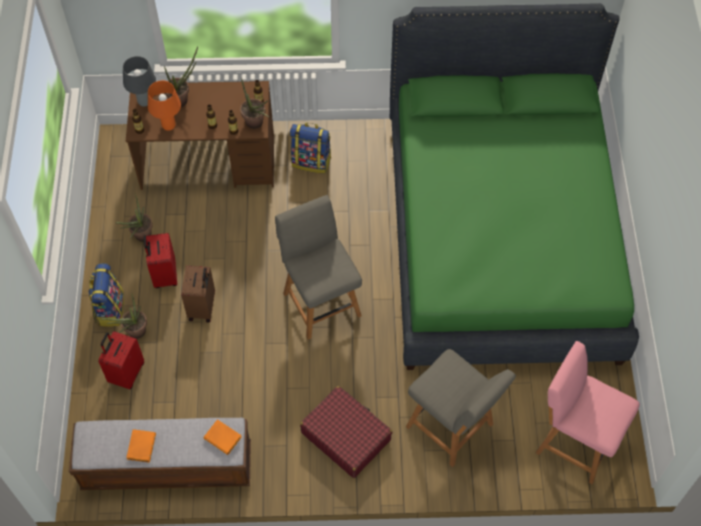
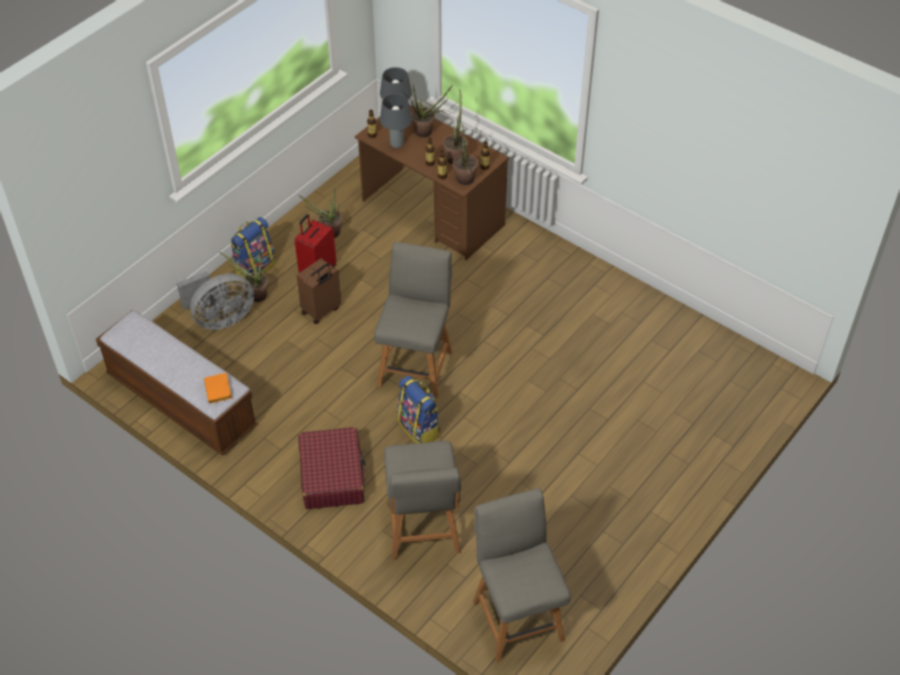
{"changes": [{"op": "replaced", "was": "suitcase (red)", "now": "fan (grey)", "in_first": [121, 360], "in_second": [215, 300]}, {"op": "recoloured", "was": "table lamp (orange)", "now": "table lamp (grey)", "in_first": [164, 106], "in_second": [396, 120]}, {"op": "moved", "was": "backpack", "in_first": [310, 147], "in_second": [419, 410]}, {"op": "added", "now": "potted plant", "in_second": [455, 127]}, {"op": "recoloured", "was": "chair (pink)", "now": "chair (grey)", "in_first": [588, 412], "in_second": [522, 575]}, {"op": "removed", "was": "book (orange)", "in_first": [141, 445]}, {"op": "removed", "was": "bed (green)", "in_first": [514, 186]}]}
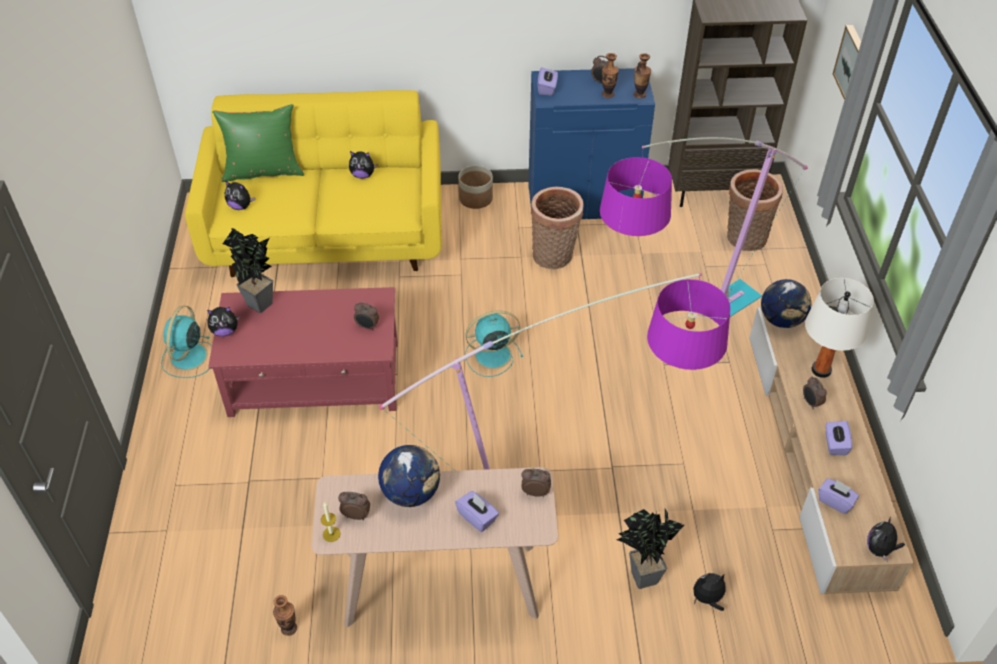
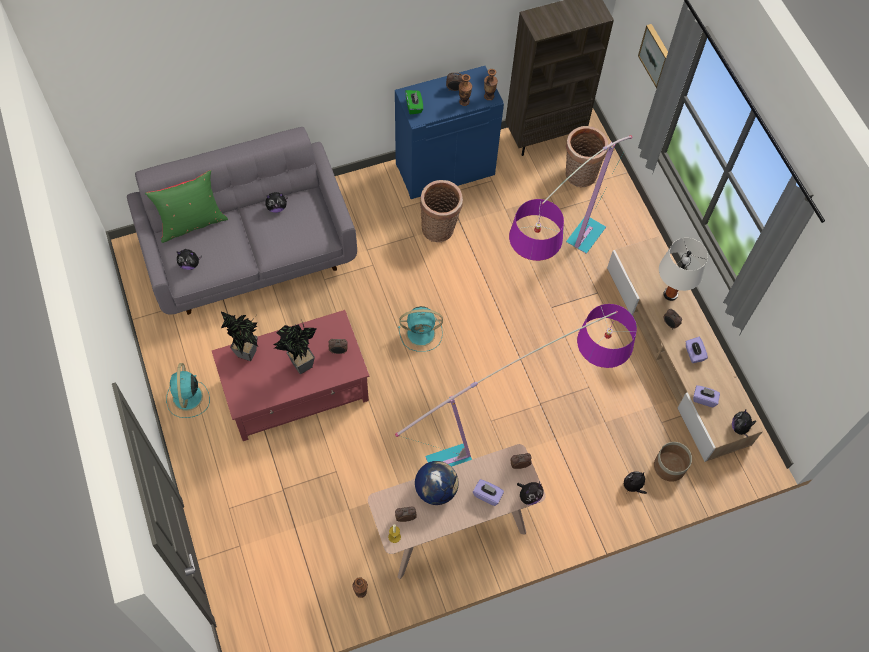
{"changes": [{"op": "recoloured", "was": "sofa (yellow)", "now": "sofa (grey)", "in_first": [313, 183], "in_second": [242, 221]}, {"op": "moved", "was": "potted plant", "in_first": [650, 549], "in_second": [295, 346]}, {"op": "turned", "was": "fan (turquoise)", "in_first": [494, 344], "in_second": [420, 329], "clockwise": -150}, {"op": "recoloured", "was": "tissue box (purple)", "now": "tissue box (green)", "in_first": [548, 81], "in_second": [414, 102]}, {"op": "moved", "was": "plush toy", "in_first": [223, 322], "in_second": [530, 493]}, {"op": "moved", "was": "planter", "in_first": [475, 187], "in_second": [673, 462]}, {"op": "removed", "was": "globe", "in_first": [786, 303]}]}
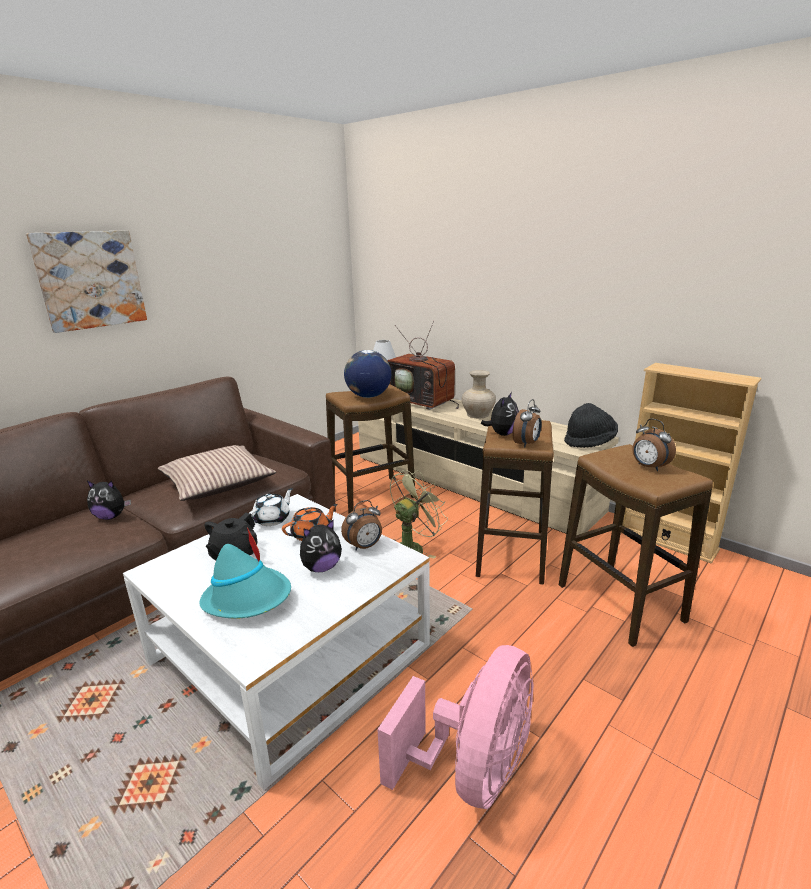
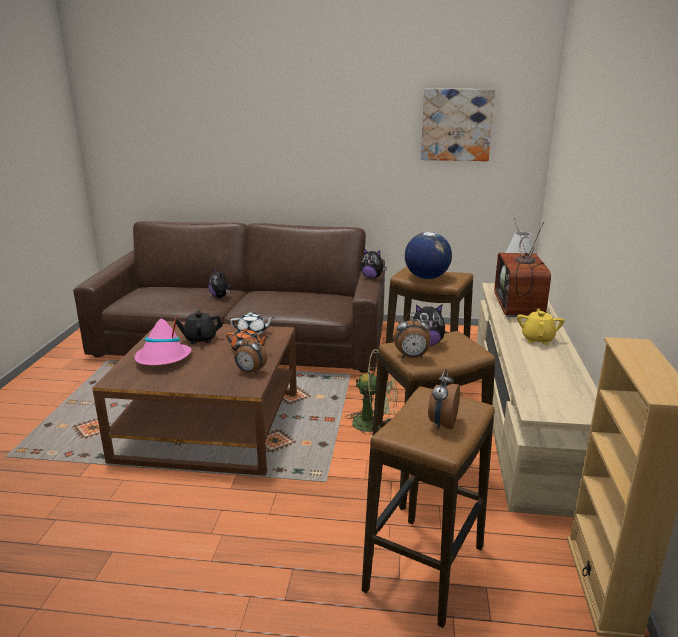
{"changes": [{"op": "recoloured", "was": "coffee table (white)", "now": "coffee table (brown)", "in_first": [276, 642], "in_second": [194, 398]}, {"op": "recoloured", "was": "hat (turquoise)", "now": "hat (pink)", "in_first": [245, 573], "in_second": [162, 340]}, {"op": "moved", "was": "plush toy", "in_first": [321, 545], "in_second": [373, 263]}, {"op": "moved", "was": "picture", "in_first": [86, 281], "in_second": [458, 125]}, {"op": "replaced", "was": "vase (beige)", "now": "teapot (yellow)", "in_first": [479, 394], "in_second": [540, 327]}, {"op": "removed", "was": "pillow", "in_first": [217, 473]}, {"op": "removed", "was": "fan (pink)", "in_first": [455, 727]}, {"op": "removed", "was": "hat (black)", "in_first": [591, 425]}]}
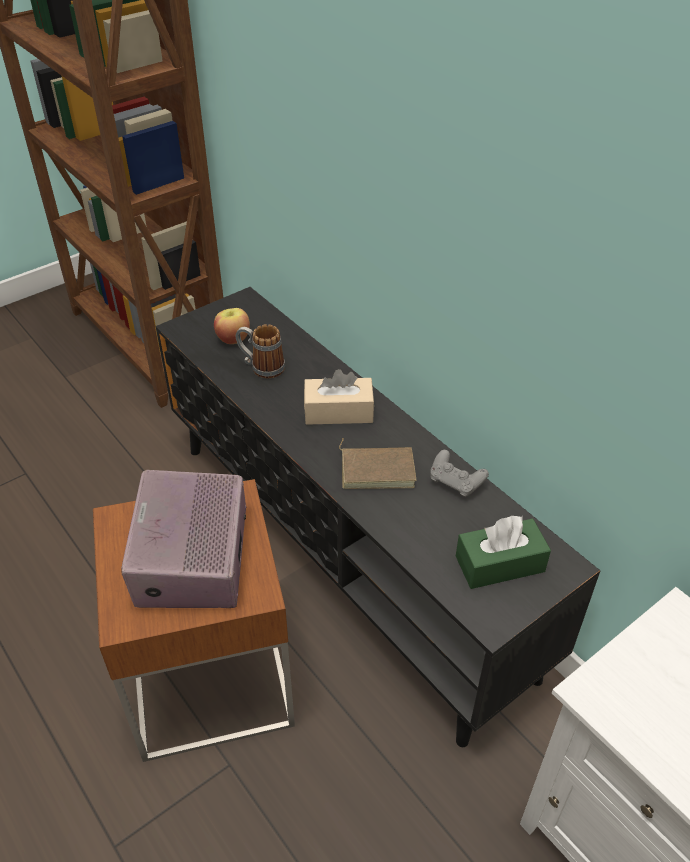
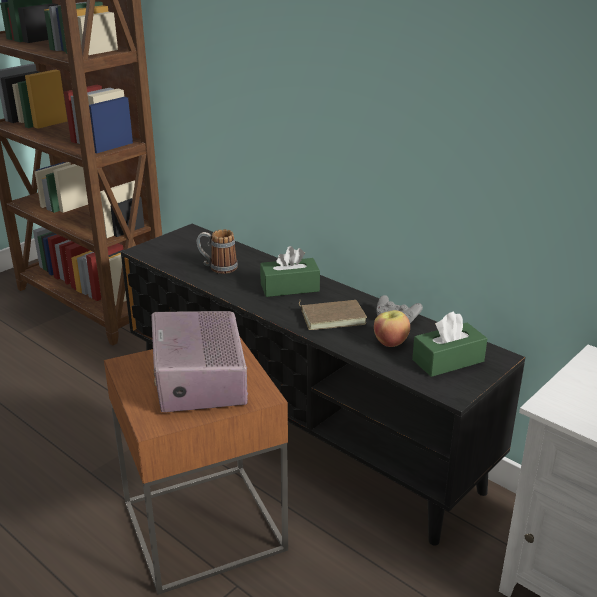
{"changes": [{"op": "recoloured", "was": "tissue box (beige)", "now": "tissue box (green)", "in_first": [339, 397], "in_second": [290, 271]}, {"op": "moved", "was": "apple", "in_first": [232, 326], "in_second": [392, 328]}]}
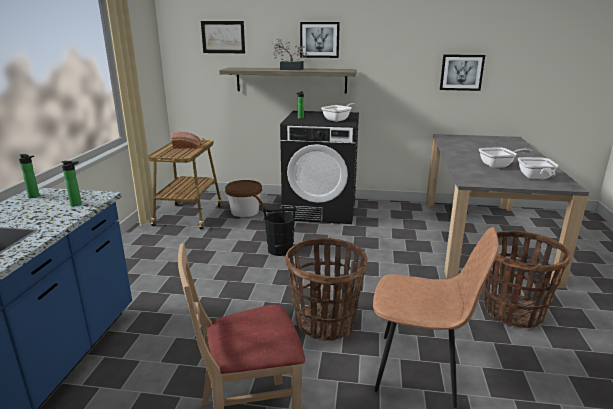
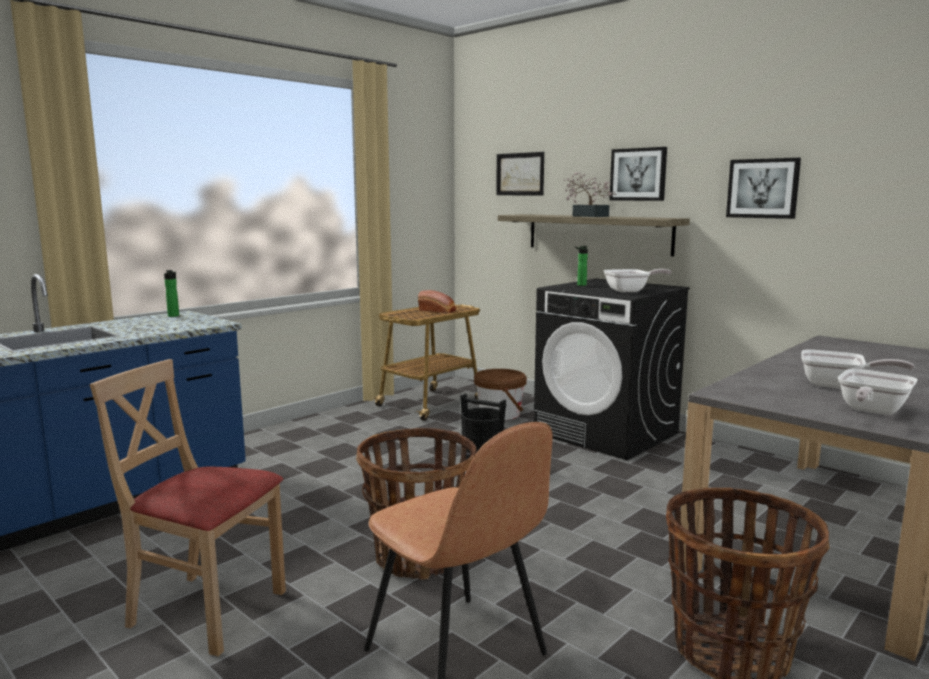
{"changes": [{"op": "moved", "was": "picture", "in_first": [462, 72], "in_second": [763, 188]}, {"op": "removed", "was": "bottle", "in_first": [72, 183]}]}
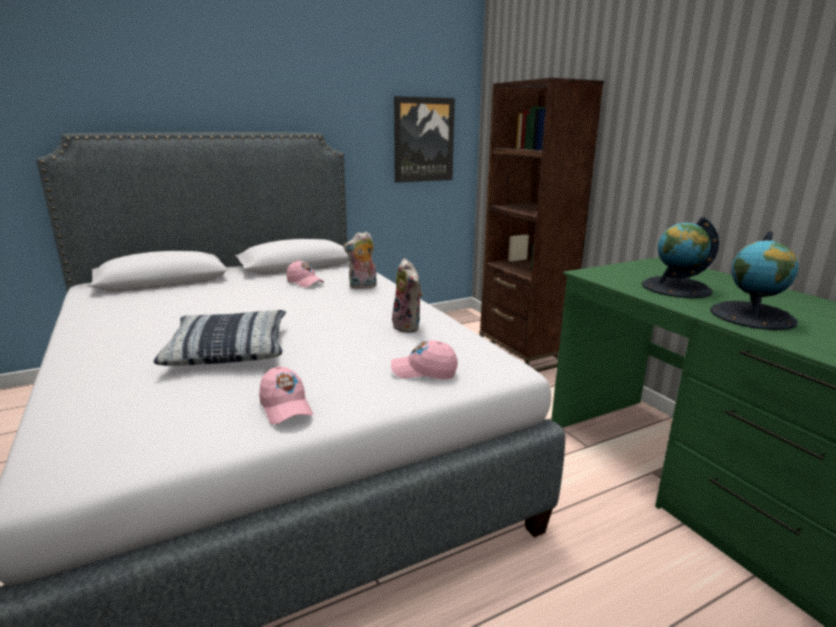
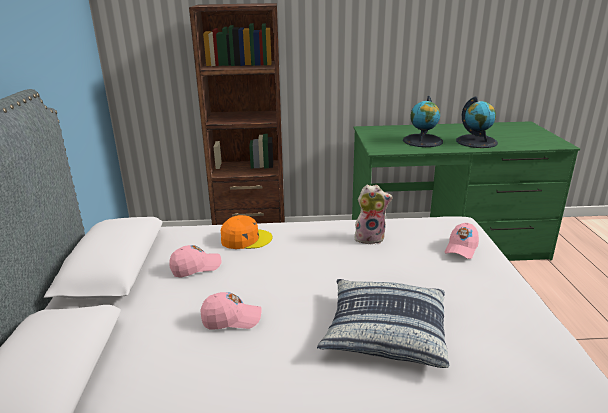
{"changes": [{"op": "moved", "was": "cap (pink)", "in_first": [286, 395], "in_second": [231, 310]}, {"op": "replaced", "was": "plush toy", "now": "cap (orange)", "in_first": [360, 260], "in_second": [247, 232]}, {"op": "removed", "was": "picture", "in_first": [424, 139]}]}
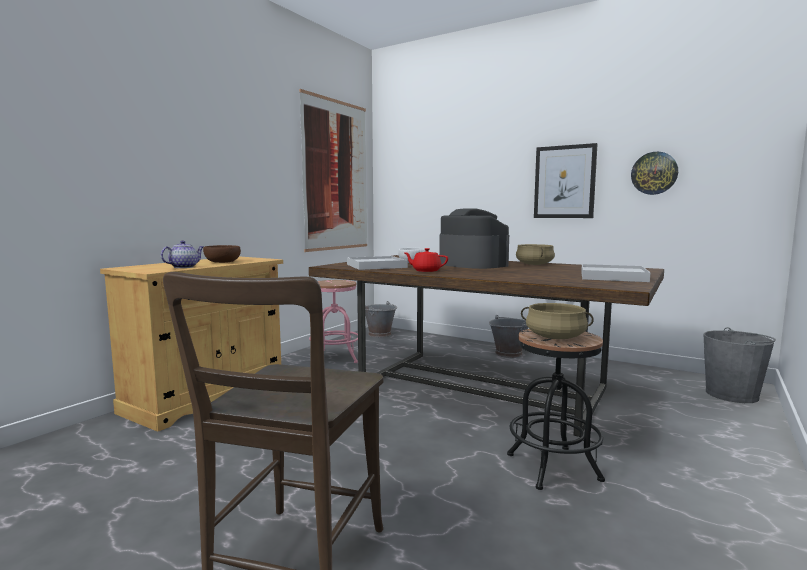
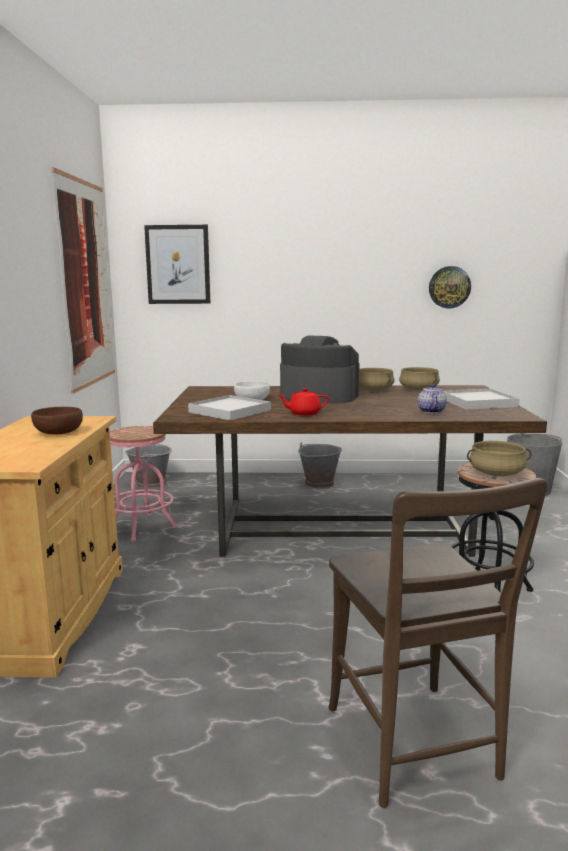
{"changes": [{"op": "moved", "was": "picture", "in_first": [565, 180], "in_second": [177, 264]}, {"op": "added", "now": "cooking pot (beige)", "in_second": [419, 379]}, {"op": "moved", "was": "teapot", "in_first": [182, 254], "in_second": [432, 398]}]}
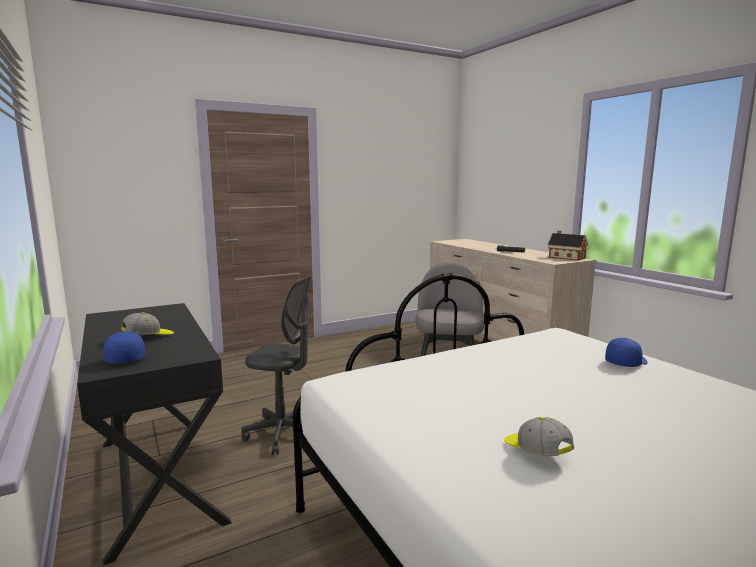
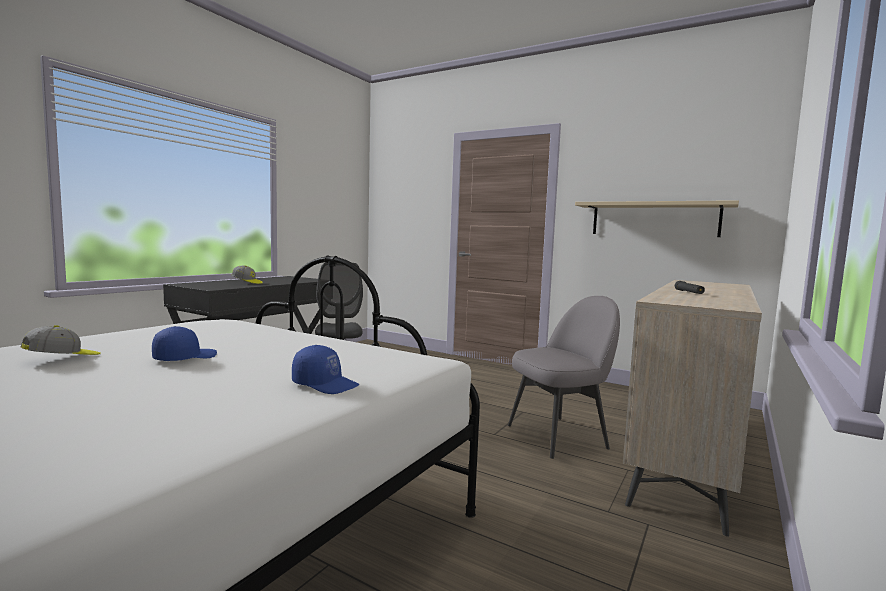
{"changes": [{"op": "moved", "was": "cap (blue)", "in_first": [124, 347], "in_second": [184, 343]}, {"op": "added", "now": "shelf (beige)", "in_second": [657, 218]}, {"op": "removed", "was": "toy house", "in_first": [568, 246]}]}
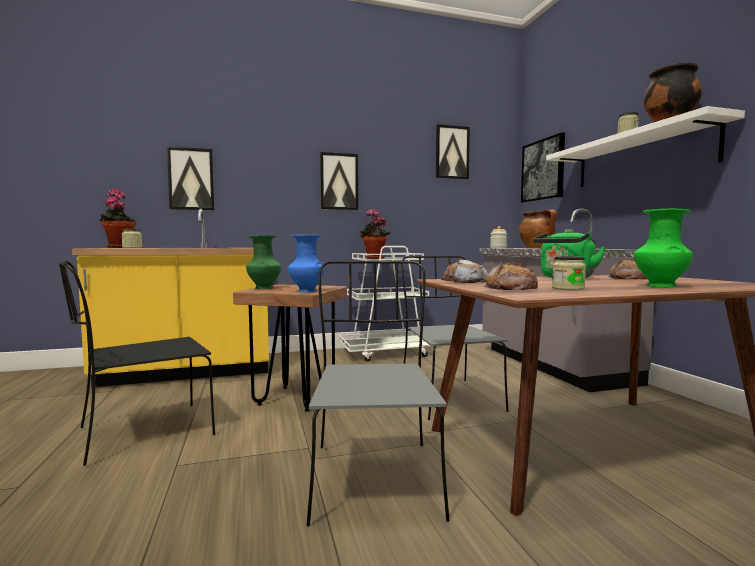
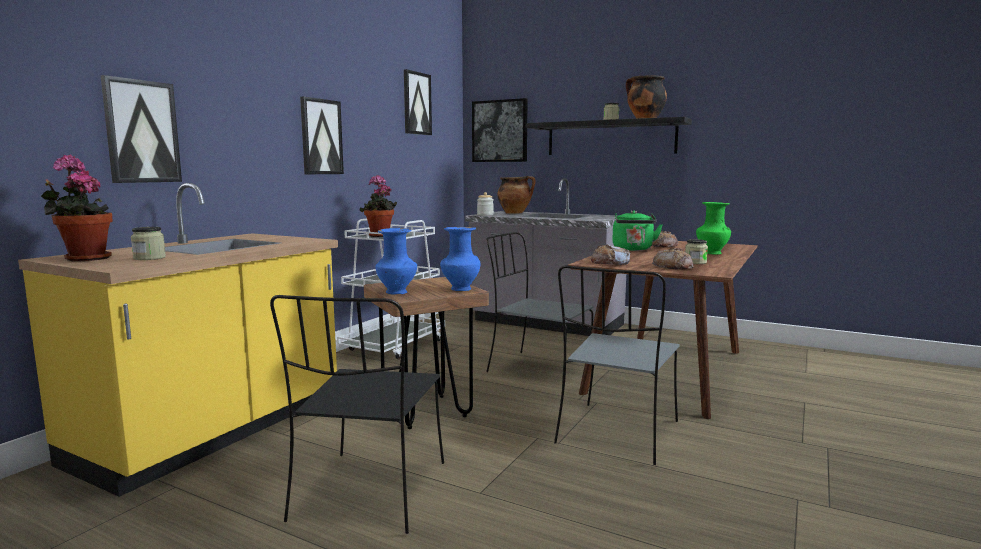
{"changes": [{"op": "recoloured", "was": "vase (green)", "now": "vase (blue)", "in_first": [263, 262], "in_second": [396, 261]}, {"op": "recoloured", "was": "shelf (white)", "now": "shelf (black)", "in_first": [645, 146], "in_second": [609, 136]}, {"op": "turned", "was": "chair (grey)", "in_first": [378, 393], "in_second": [617, 365], "clockwise": -105}]}
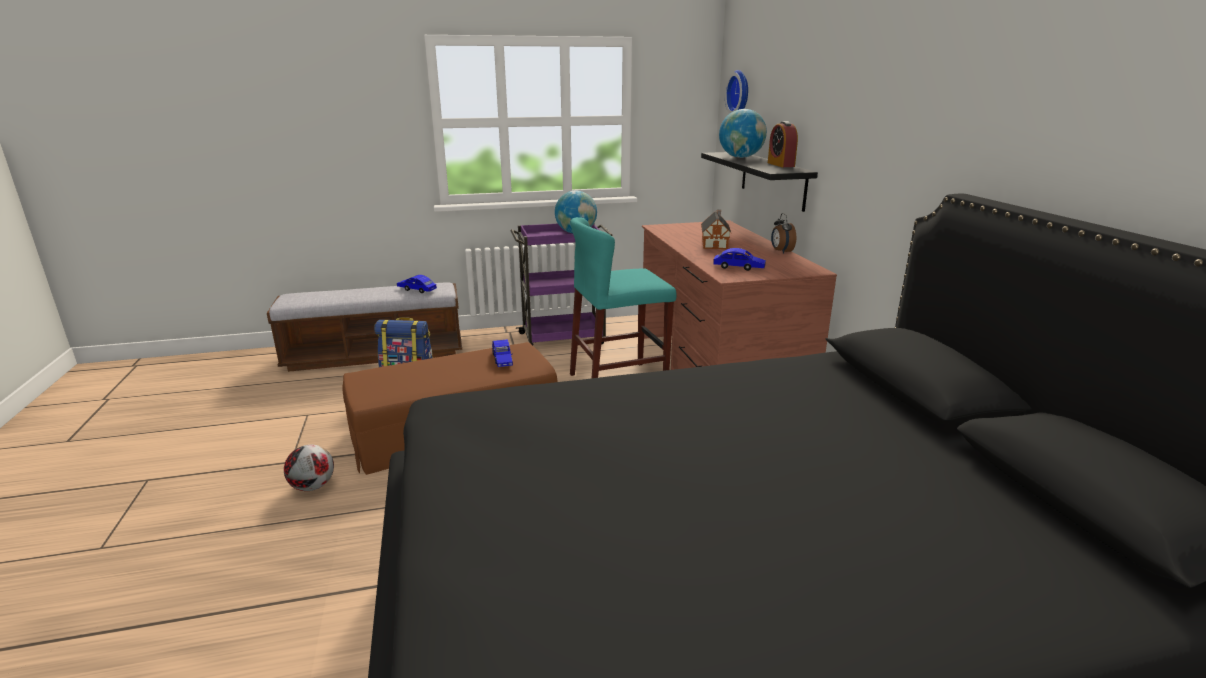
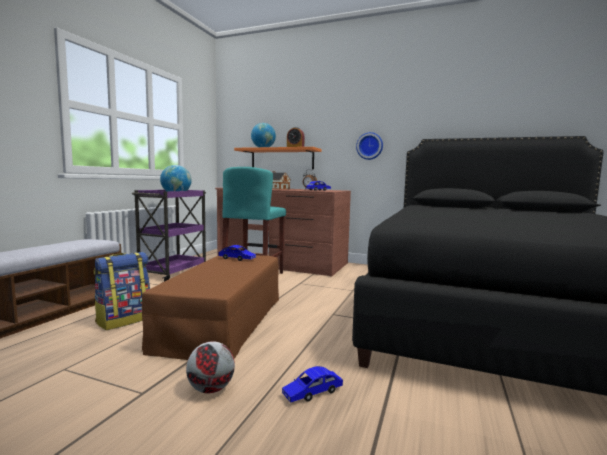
{"changes": [{"op": "recoloured", "was": "shelf (black)", "now": "shelf (orange)", "in_first": [759, 182], "in_second": [277, 158]}, {"op": "moved", "was": "toy car (blue)", "in_first": [417, 284], "in_second": [312, 384]}, {"op": "moved", "was": "wall clock", "in_first": [736, 92], "in_second": [369, 146]}]}
